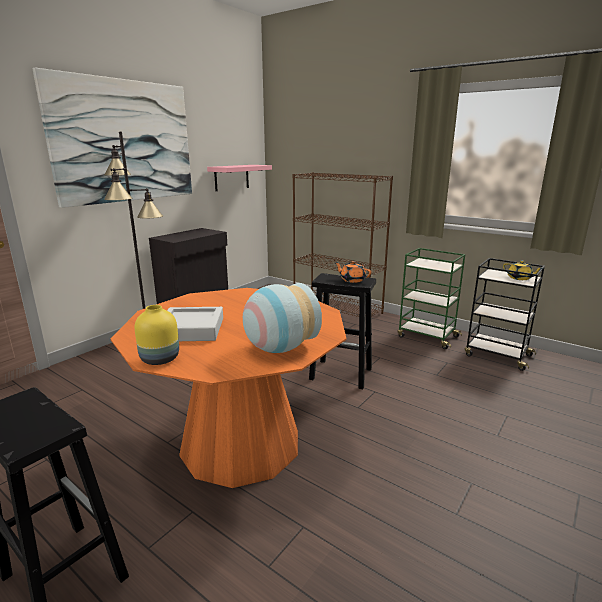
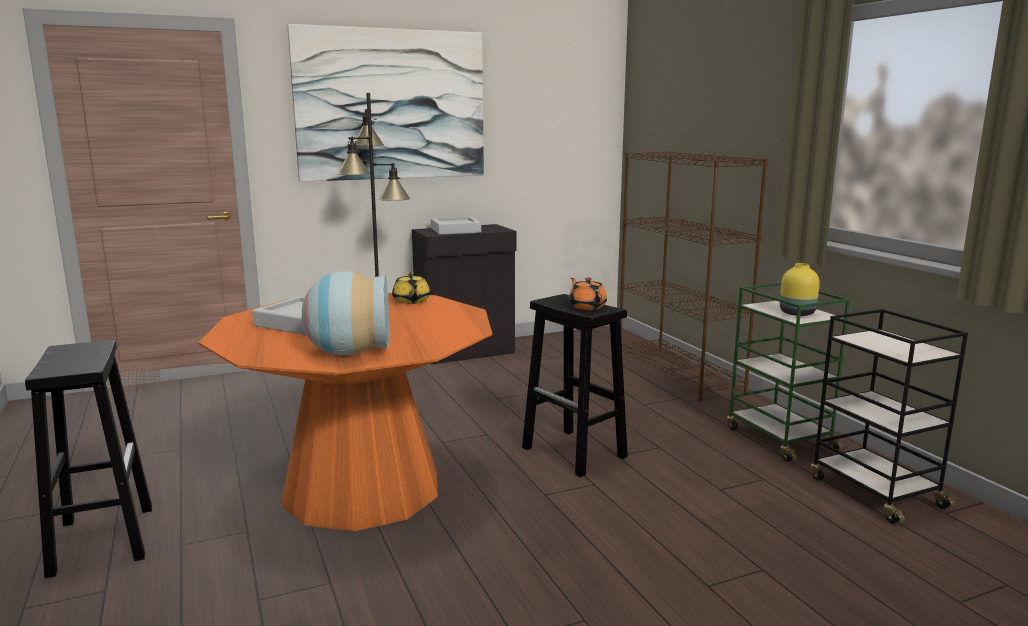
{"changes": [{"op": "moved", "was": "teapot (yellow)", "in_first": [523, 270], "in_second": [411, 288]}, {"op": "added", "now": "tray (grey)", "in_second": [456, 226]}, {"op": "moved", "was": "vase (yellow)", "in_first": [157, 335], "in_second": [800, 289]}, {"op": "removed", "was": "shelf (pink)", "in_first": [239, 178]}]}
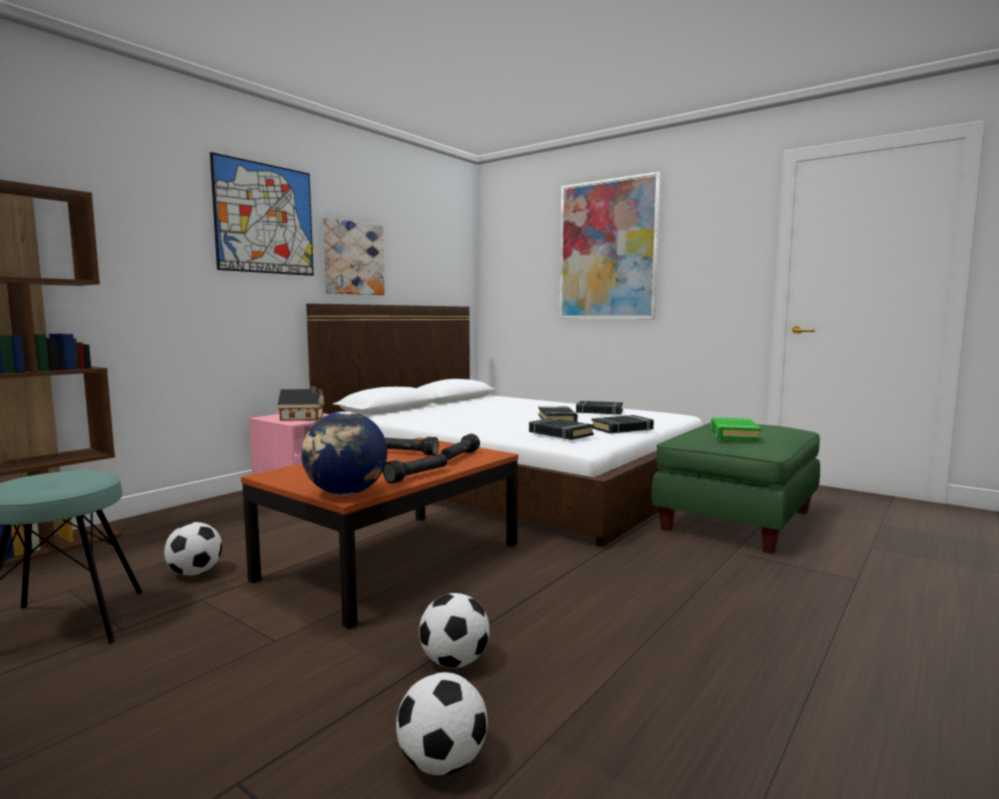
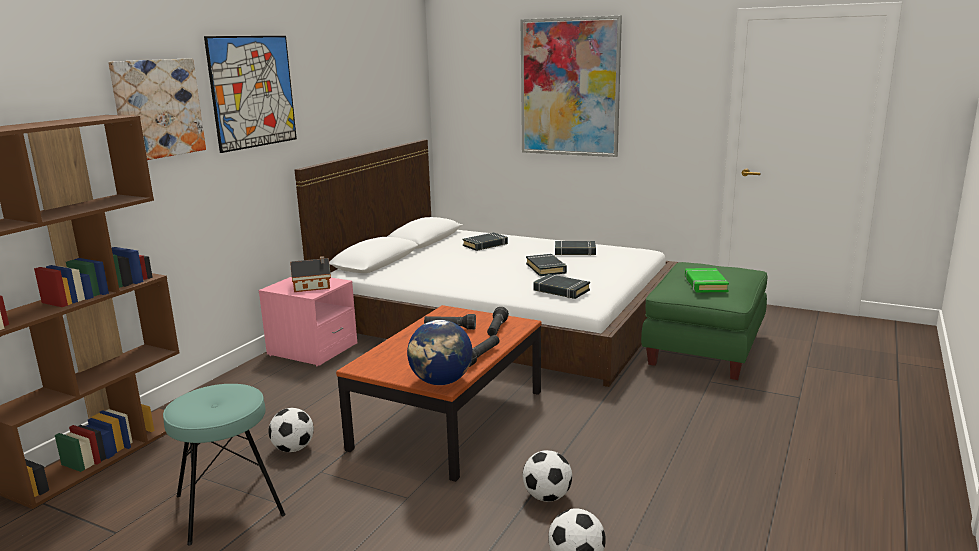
{"changes": [{"op": "moved", "was": "picture", "in_first": [354, 256], "in_second": [157, 109]}, {"op": "moved", "was": "book (black)", "in_first": [622, 424], "in_second": [485, 241]}]}
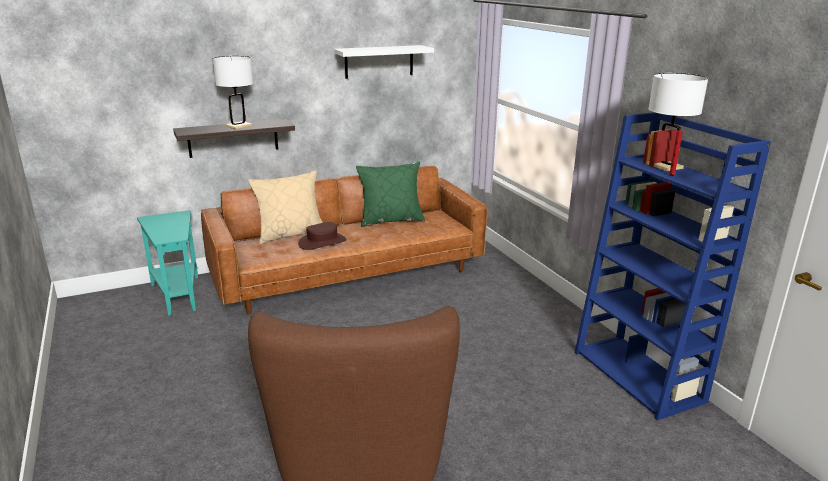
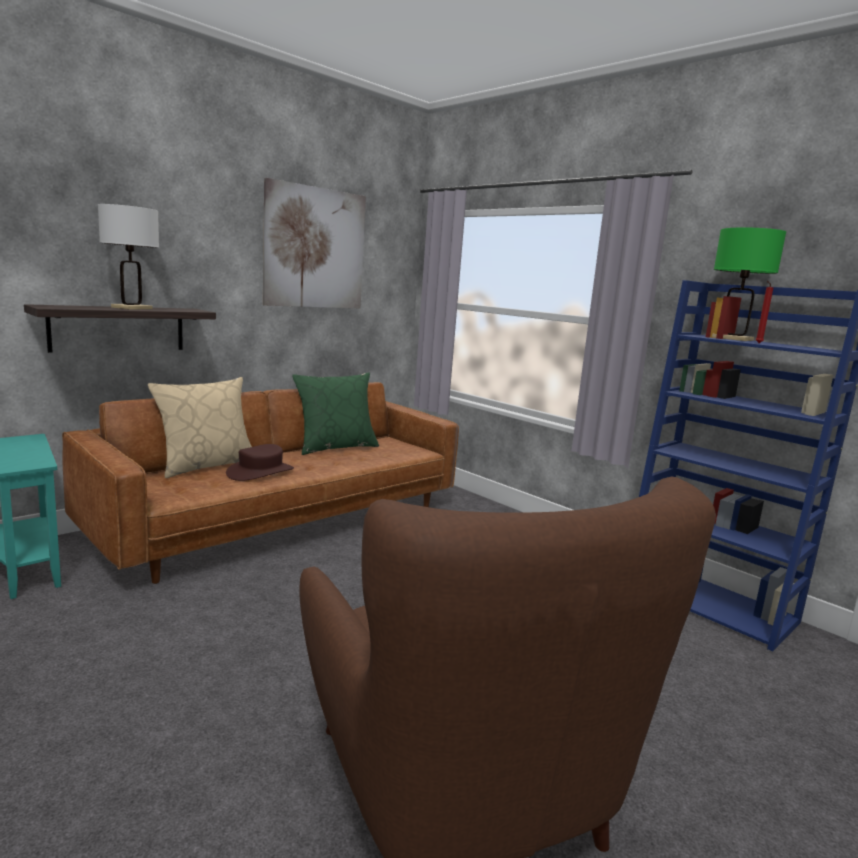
{"changes": [{"op": "replaced", "was": "shelf (white)", "now": "picture", "in_first": [384, 62], "in_second": [314, 243]}, {"op": "recoloured", "was": "table lamp (white)", "now": "table lamp (green)", "in_first": [677, 122], "in_second": [749, 284]}]}
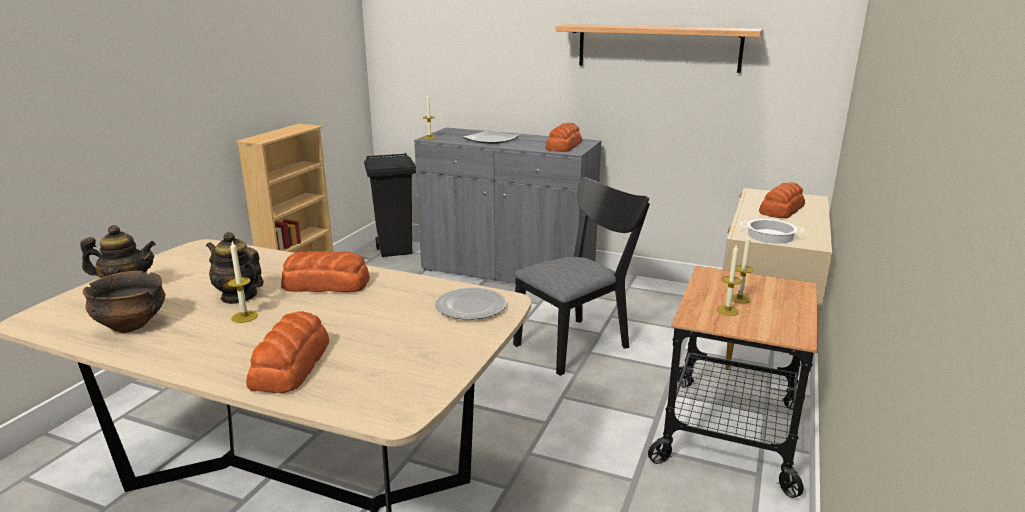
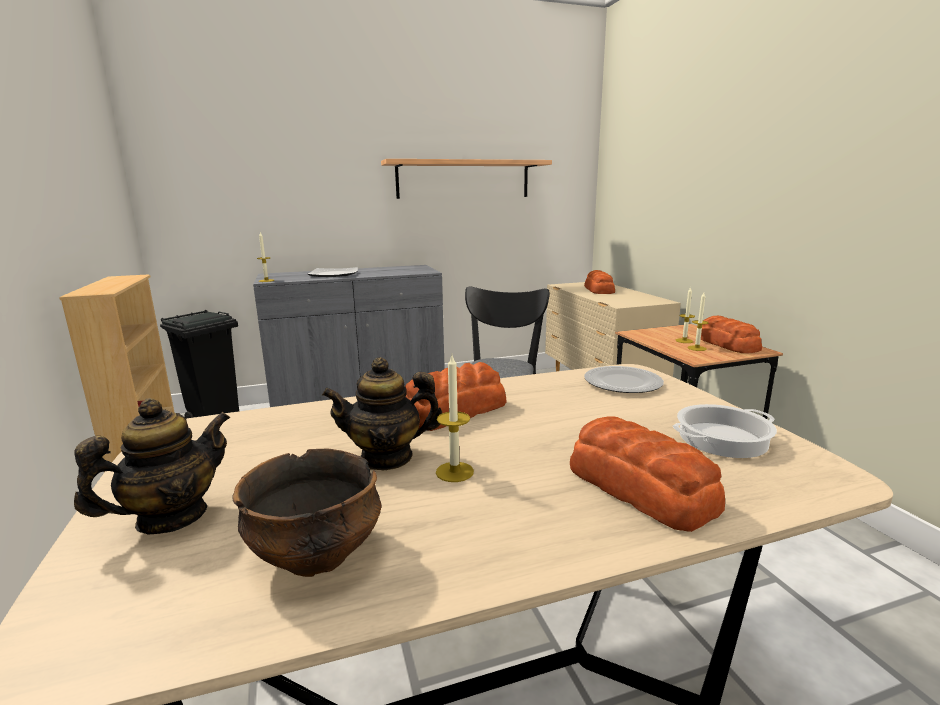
{"changes": [{"op": "moved", "was": "cooking pot", "in_first": [772, 231], "in_second": [725, 431]}, {"op": "moved", "was": "bread", "in_first": [564, 137], "in_second": [731, 334]}]}
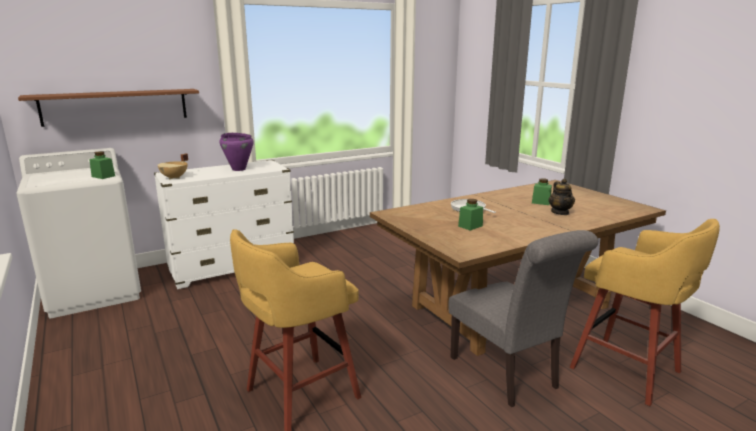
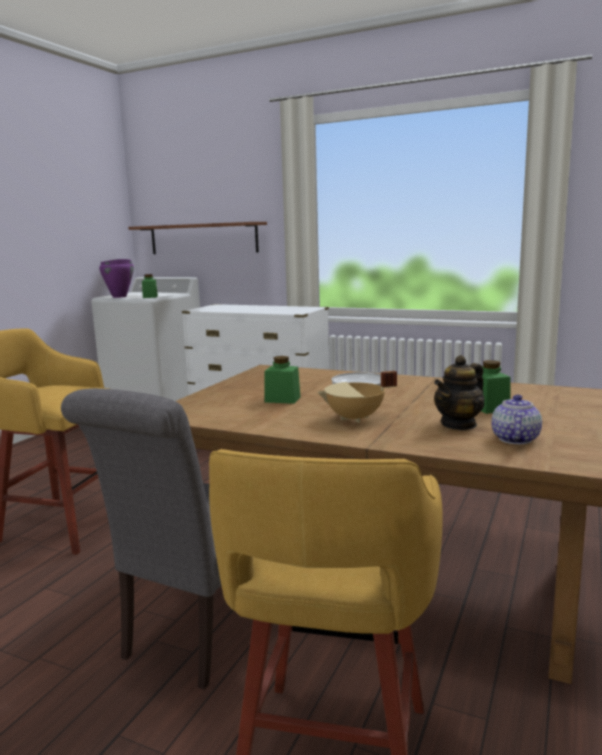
{"changes": [{"op": "moved", "was": "cooking pot (purple)", "in_first": [237, 152], "in_second": [116, 278]}, {"op": "moved", "was": "cooking pot (beige)", "in_first": [172, 166], "in_second": [357, 397]}, {"op": "added", "now": "teapot", "in_second": [516, 419]}]}
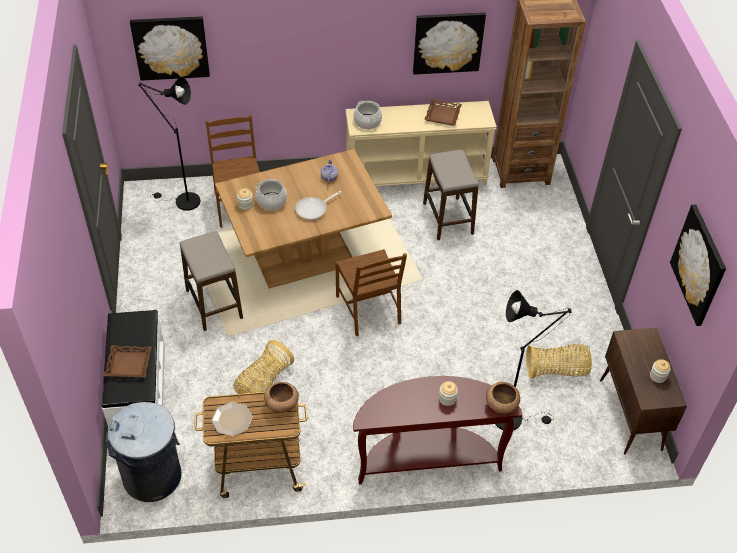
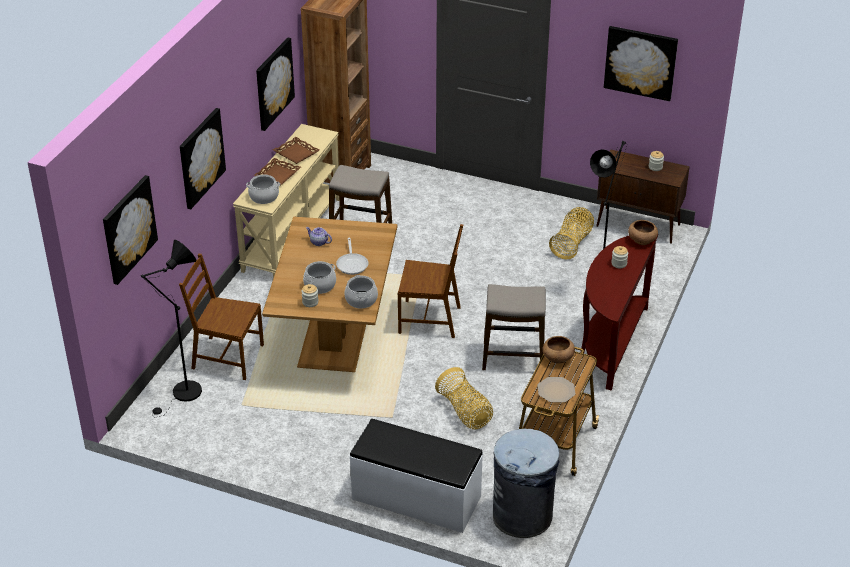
{"changes": [{"op": "added", "now": "picture", "in_second": [203, 158]}, {"op": "moved", "was": "tray (brown)", "in_first": [128, 361], "in_second": [277, 172]}, {"op": "added", "now": "cooking pot", "in_second": [361, 292]}, {"op": "moved", "was": "stool", "in_first": [211, 281], "in_second": [514, 327]}]}
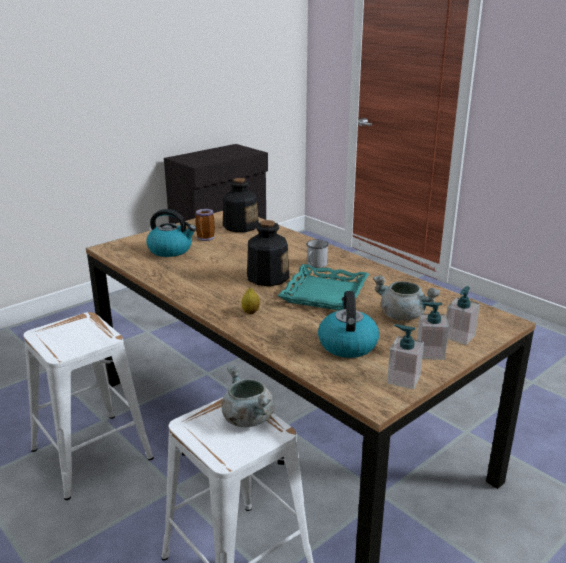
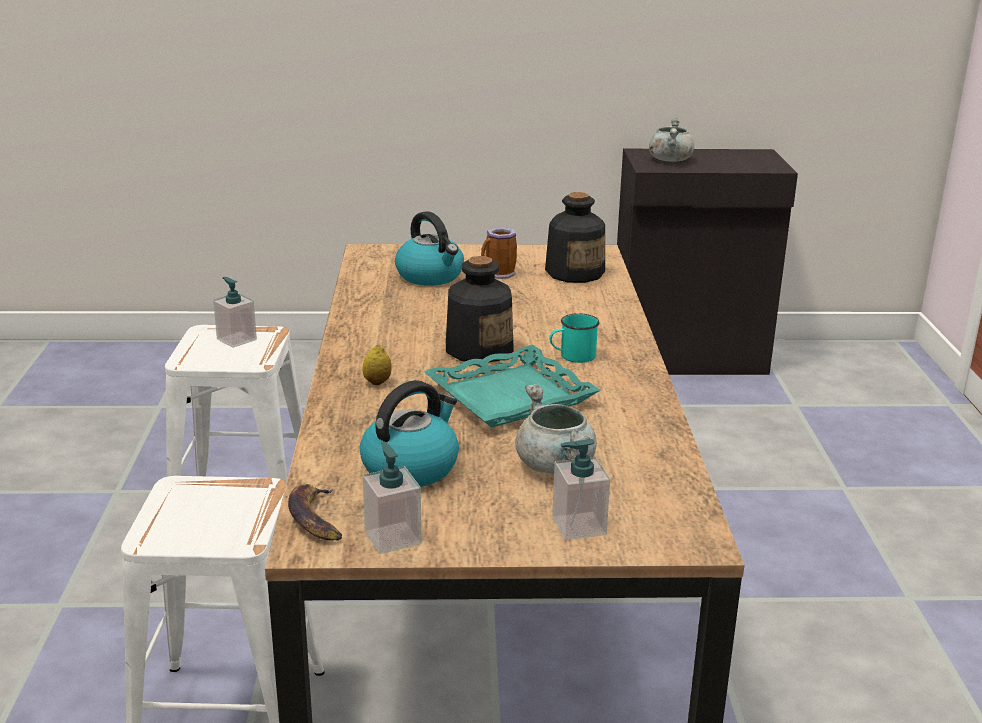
{"changes": [{"op": "moved", "was": "soap dispenser", "in_first": [433, 331], "in_second": [235, 312]}, {"op": "added", "now": "banana", "in_second": [315, 512]}, {"op": "recoloured", "was": "mug (white)", "now": "mug (turquoise)", "in_first": [317, 254], "in_second": [574, 338]}, {"op": "moved", "was": "cooking pot (grey)", "in_first": [248, 396], "in_second": [671, 140]}]}
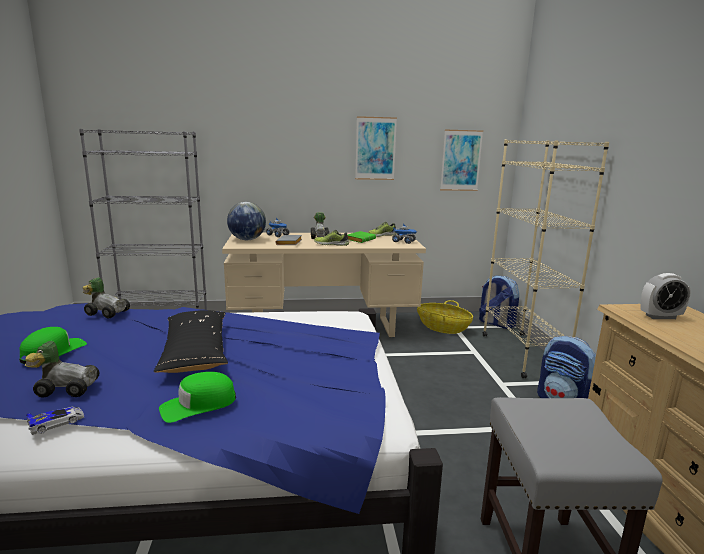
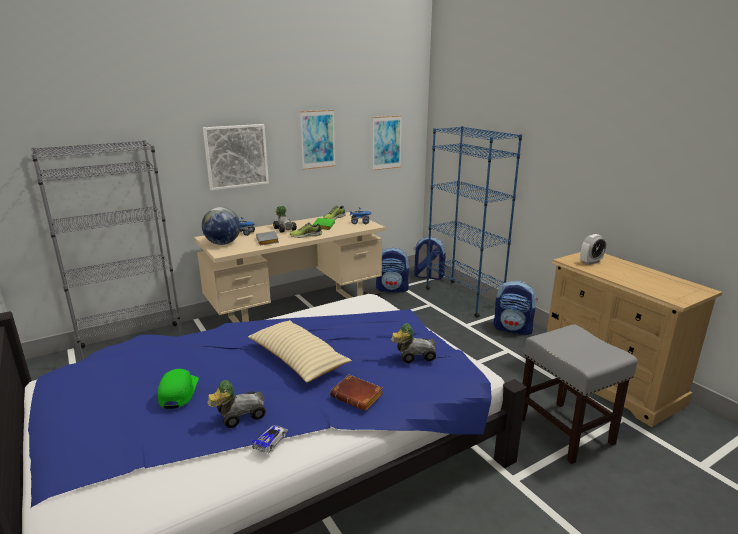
{"changes": [{"op": "added", "now": "picture", "in_second": [236, 157]}, {"op": "recoloured", "was": "pillow (black)", "now": "pillow (beige)", "in_first": [191, 341], "in_second": [300, 351]}, {"op": "replaced", "was": "cap (green)", "now": "book (brown)", "in_first": [197, 397], "in_second": [356, 393]}, {"op": "replaced", "was": "basket", "now": "backpack", "in_first": [445, 317], "in_second": [393, 270]}, {"op": "moved", "was": "toy car", "in_first": [106, 297], "in_second": [413, 343]}, {"op": "recoloured", "was": "bookcase (beige)", "now": "bookcase (blue)", "in_first": [545, 258], "in_second": [474, 221]}]}
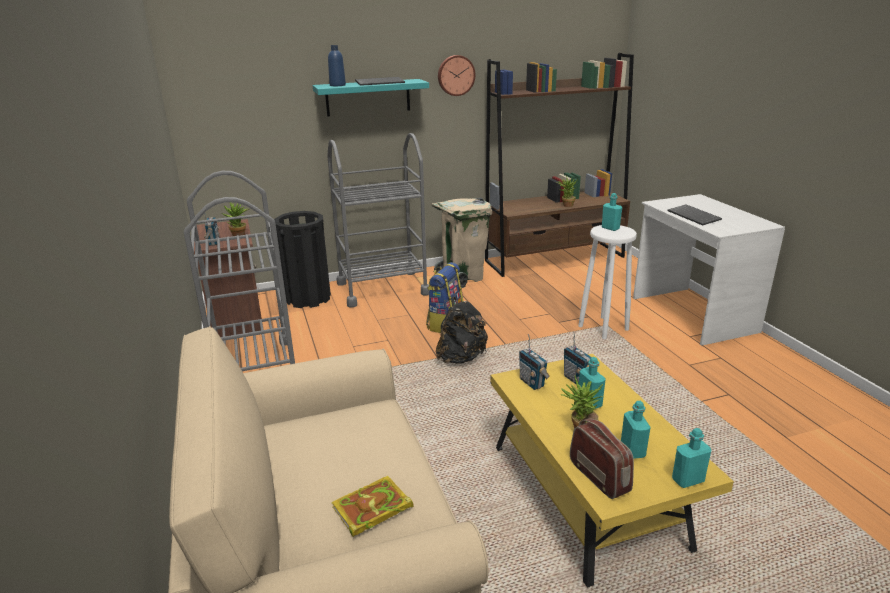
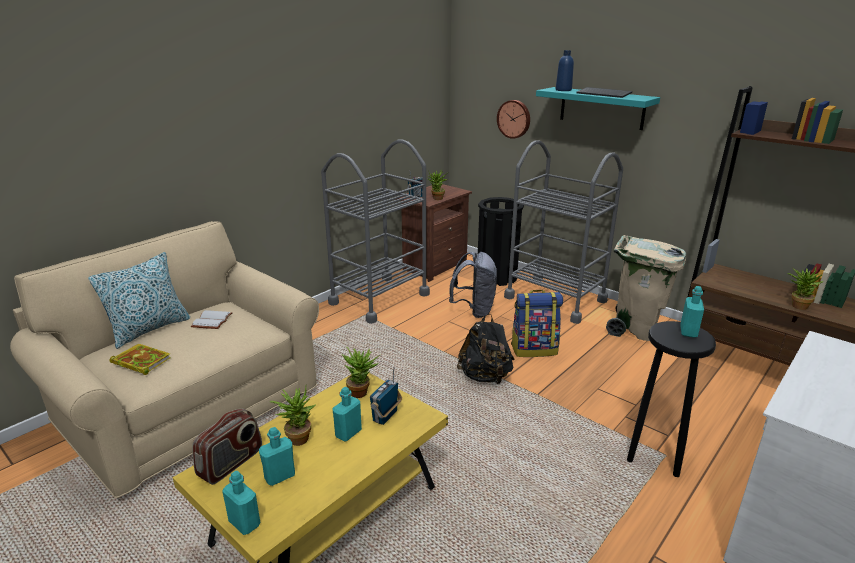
{"changes": [{"op": "added", "now": "pillow", "in_second": [139, 300]}, {"op": "added", "now": "book (white)", "in_second": [211, 319]}, {"op": "replaced", "was": "radio", "now": "potted plant", "in_first": [534, 362], "in_second": [361, 372]}, {"op": "added", "now": "backpack (grey)", "in_second": [473, 285]}, {"op": "moved", "was": "wall clock", "in_first": [456, 75], "in_second": [513, 119]}, {"op": "recoloured", "was": "stool (white)", "now": "stool (black)", "in_first": [607, 282], "in_second": [671, 399]}, {"op": "removed", "was": "keyboard", "in_first": [695, 214]}]}
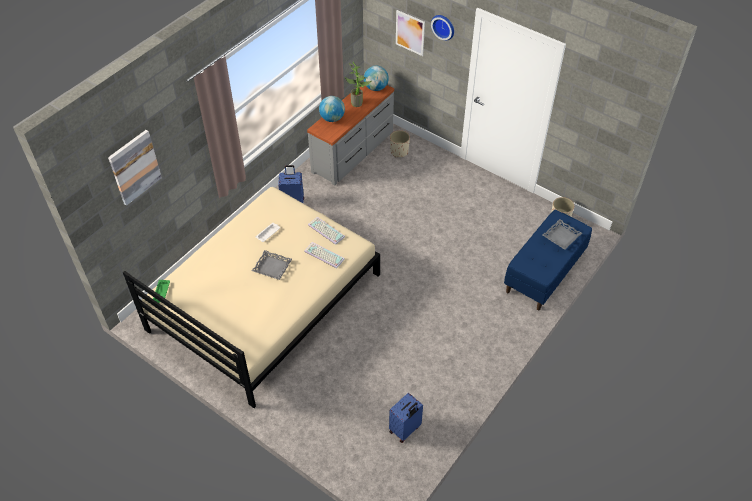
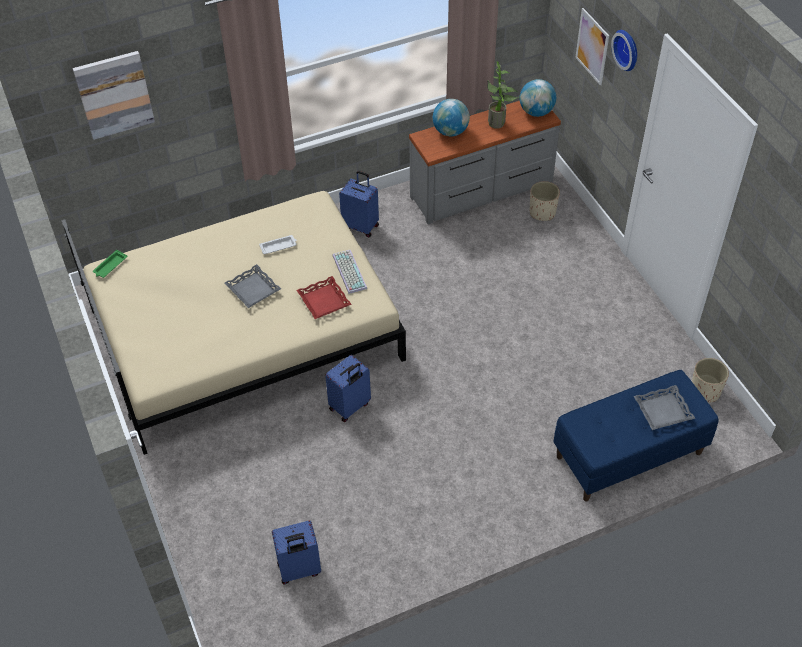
{"changes": [{"op": "replaced", "was": "keyboard", "now": "tray (red)", "in_first": [324, 255], "in_second": [324, 297]}, {"op": "added", "now": "suitcase (blue)", "in_second": [348, 388]}]}
